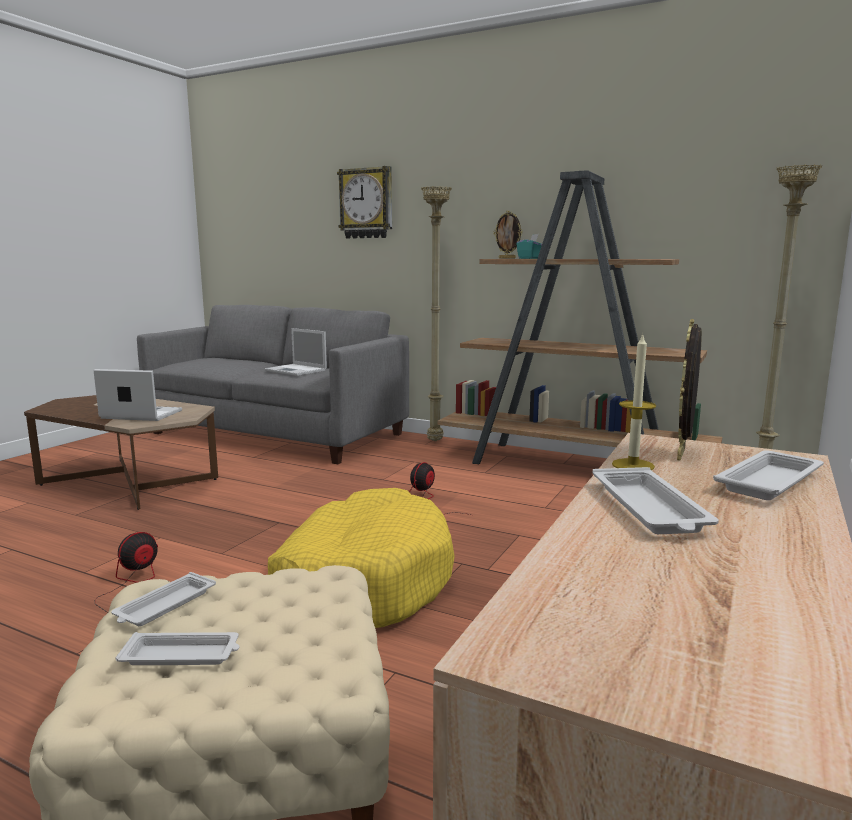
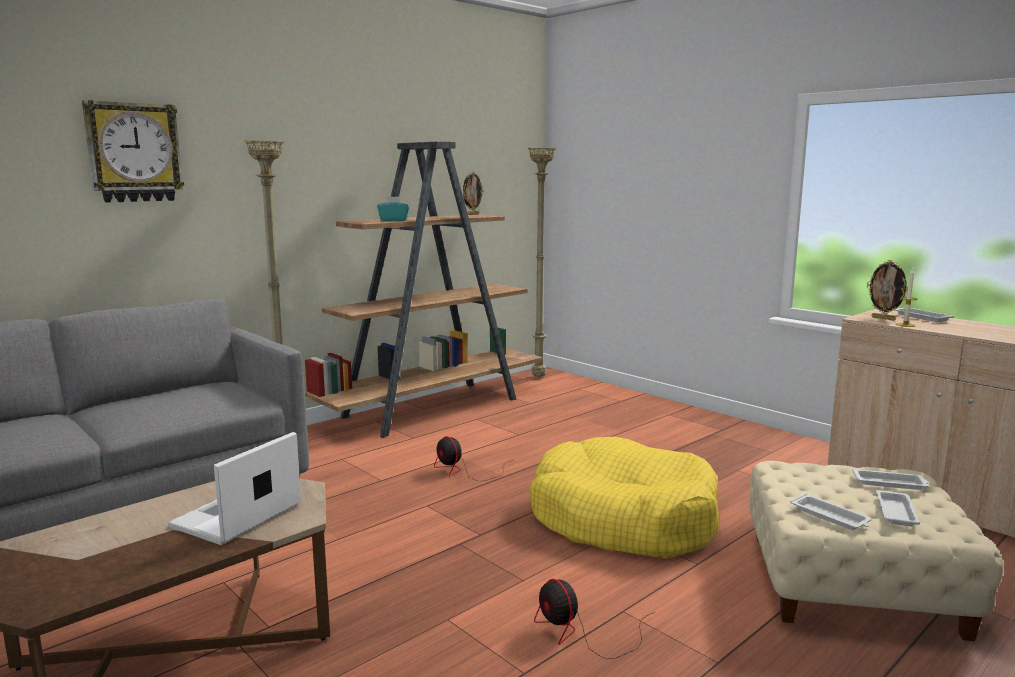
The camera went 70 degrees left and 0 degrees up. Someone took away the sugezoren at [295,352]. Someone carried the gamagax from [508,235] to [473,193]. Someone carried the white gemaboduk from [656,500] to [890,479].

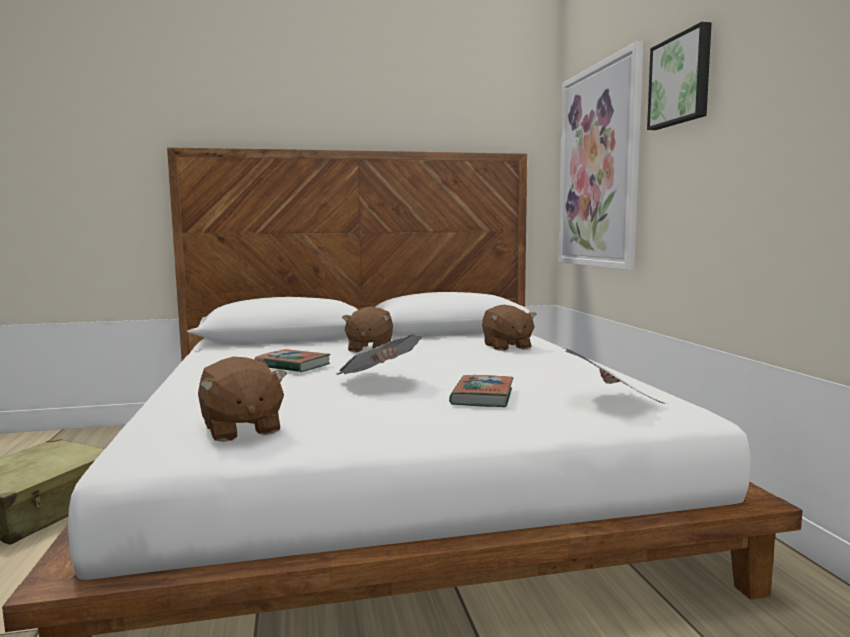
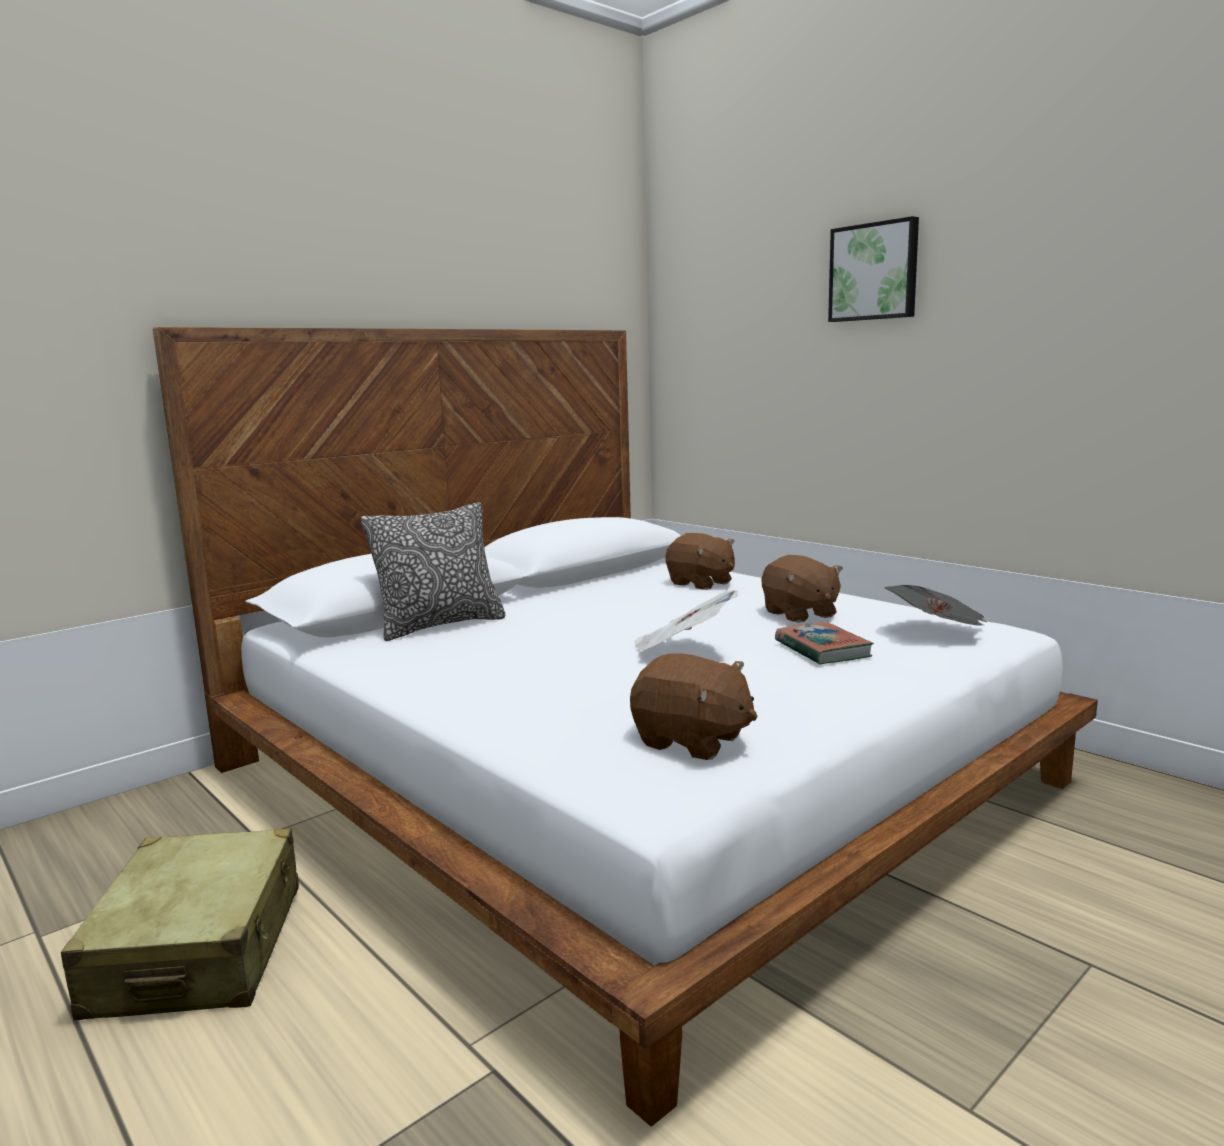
The camera went 30 degrees left and 5 degrees up. Someone took away the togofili at [292,360]. Someone took away the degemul at [600,155]. Someone put down the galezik at [433,571]. Someone carried the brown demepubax from [367,329] to [802,589].

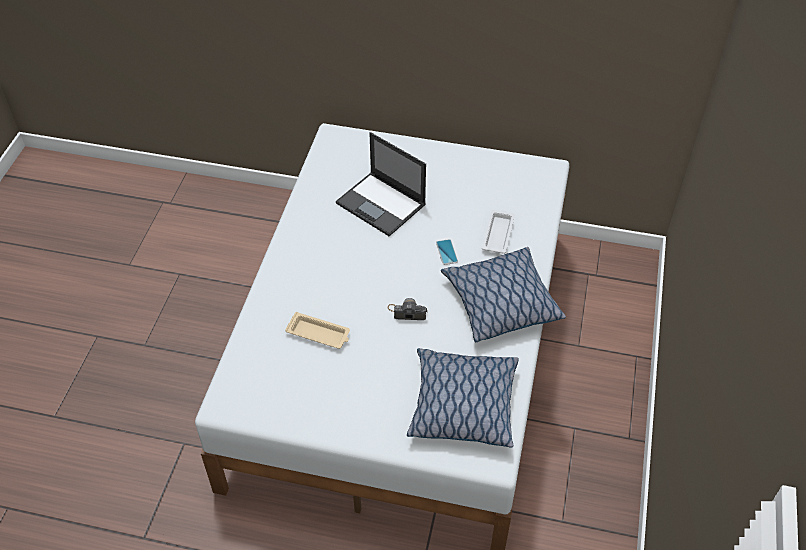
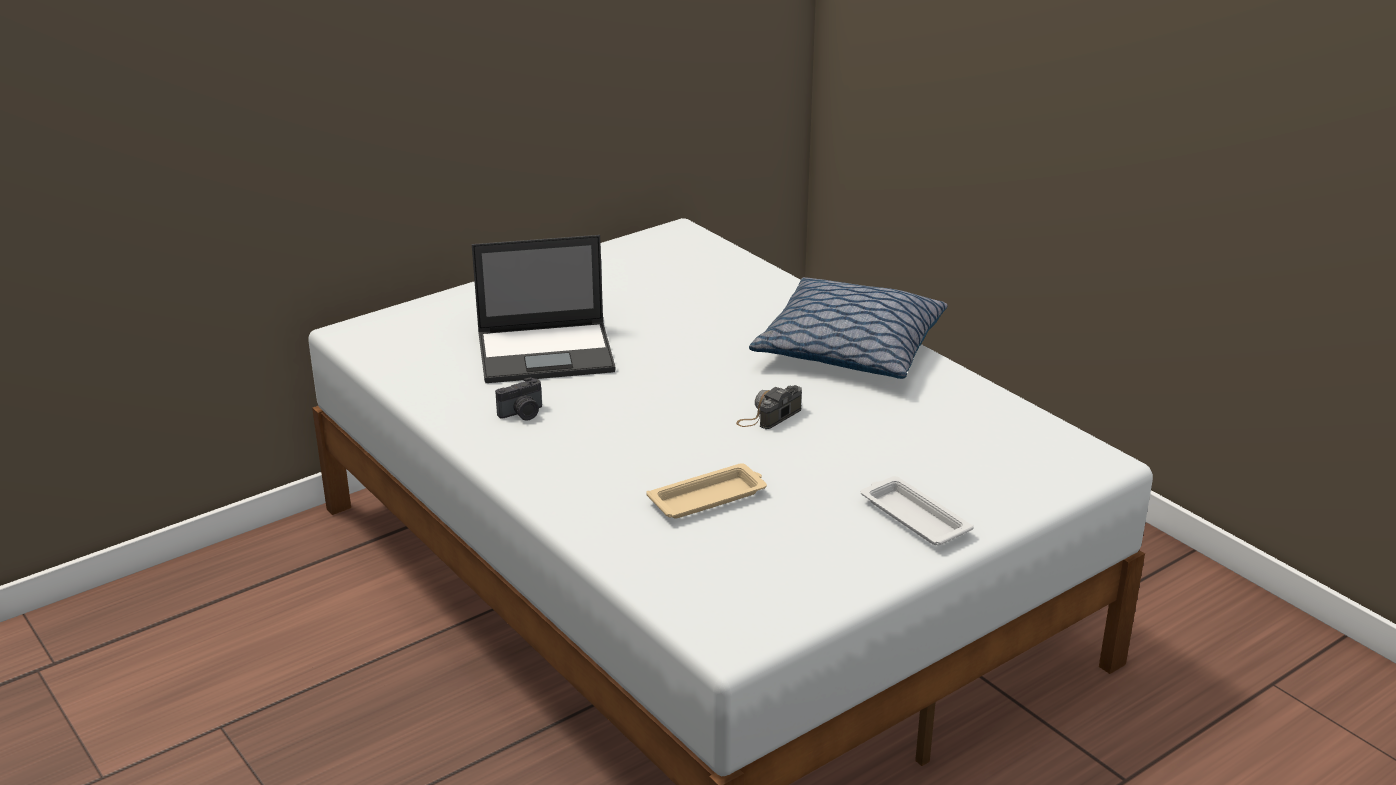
The camera went 50 degrees left and 20 degrees down. Someone took away the galezik at [463,398]. Someone took away the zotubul at [447,252]. Someone put down the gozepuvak at [518,399]. Someone carried the white gemaboduk from [498,232] to [917,510].

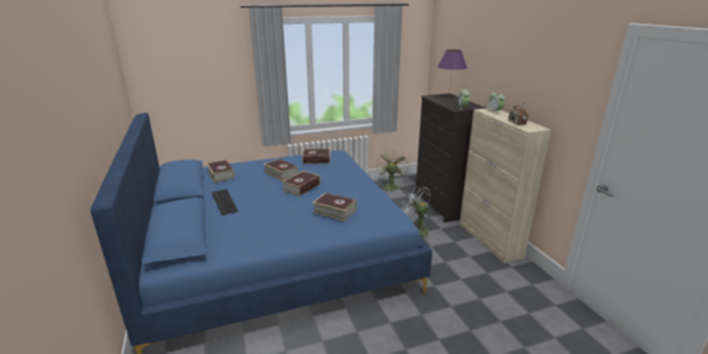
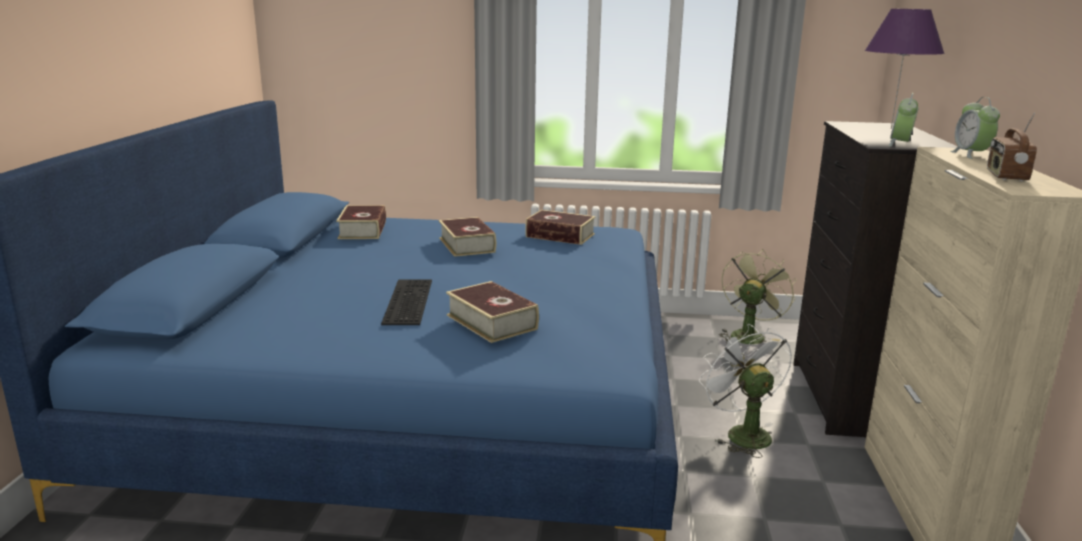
The camera went 25 degrees right and 5 degrees down. Someone took away the togofili at [301,183]. Someone carried the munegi from [225,202] to [406,302].

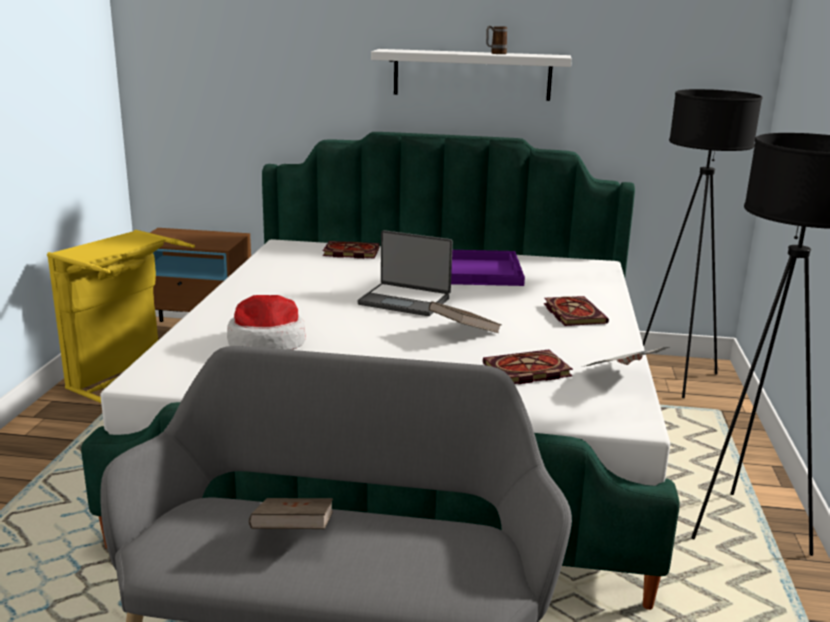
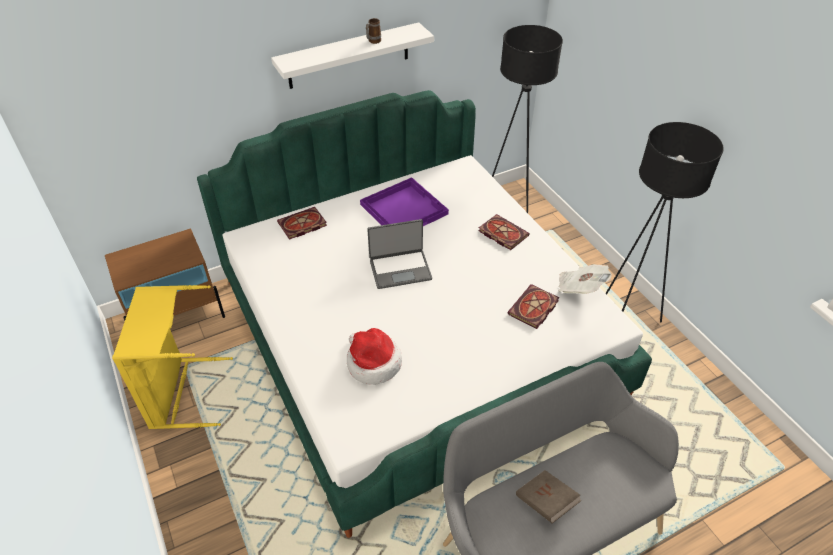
The camera went 35 degrees left and 25 degrees up. Someone took away the brown togofili at [465,317].

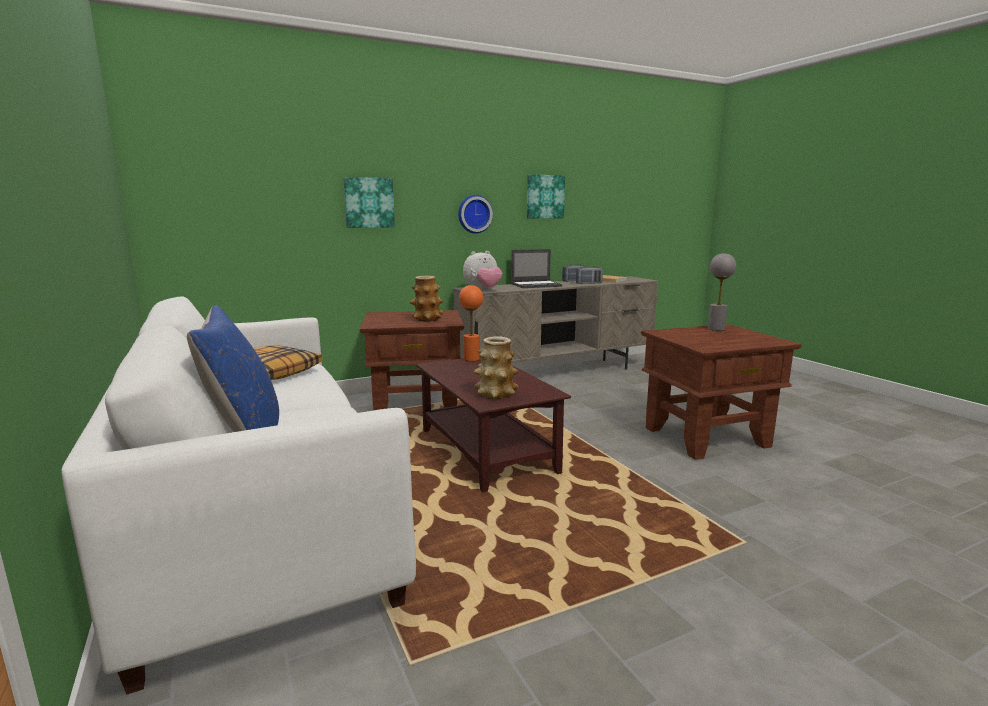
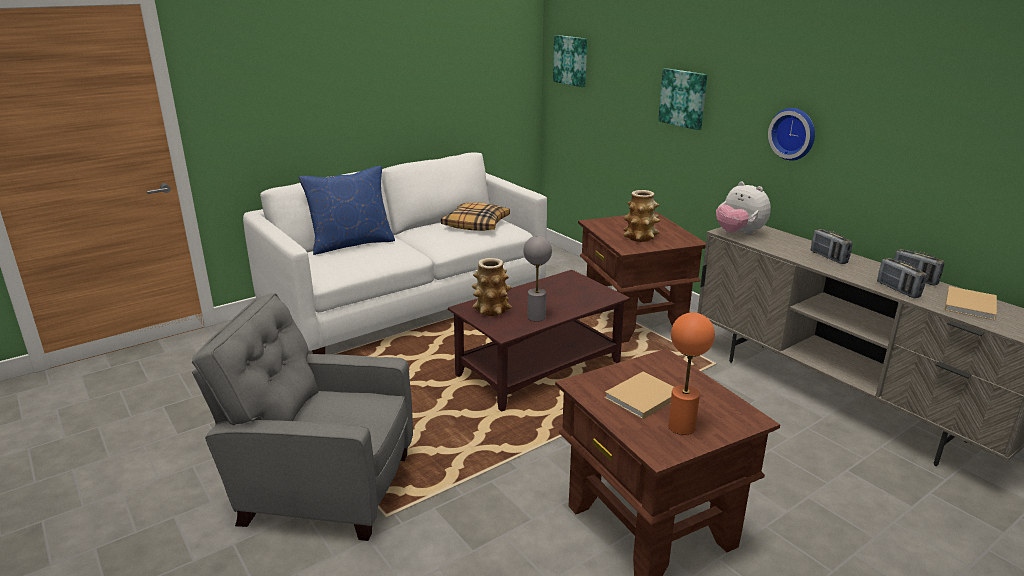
The camera went 80 degrees right and 10 degrees up. Someone put down the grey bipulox at [302,417]. Someone put down the beige togofili at [639,395]. Someone carried the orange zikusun from [471,323] to [691,373]. Someone carried the degemul from [546,196] to [570,61]. Someone carried the grey zikusun from [722,292] to [537,279]. Someone swapped the sugezoren at [537,268] for the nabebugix at [831,246].

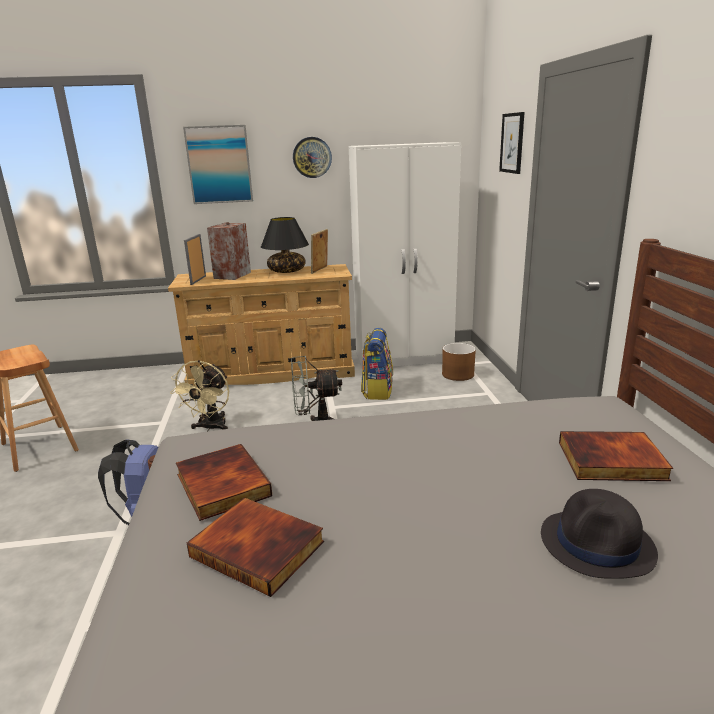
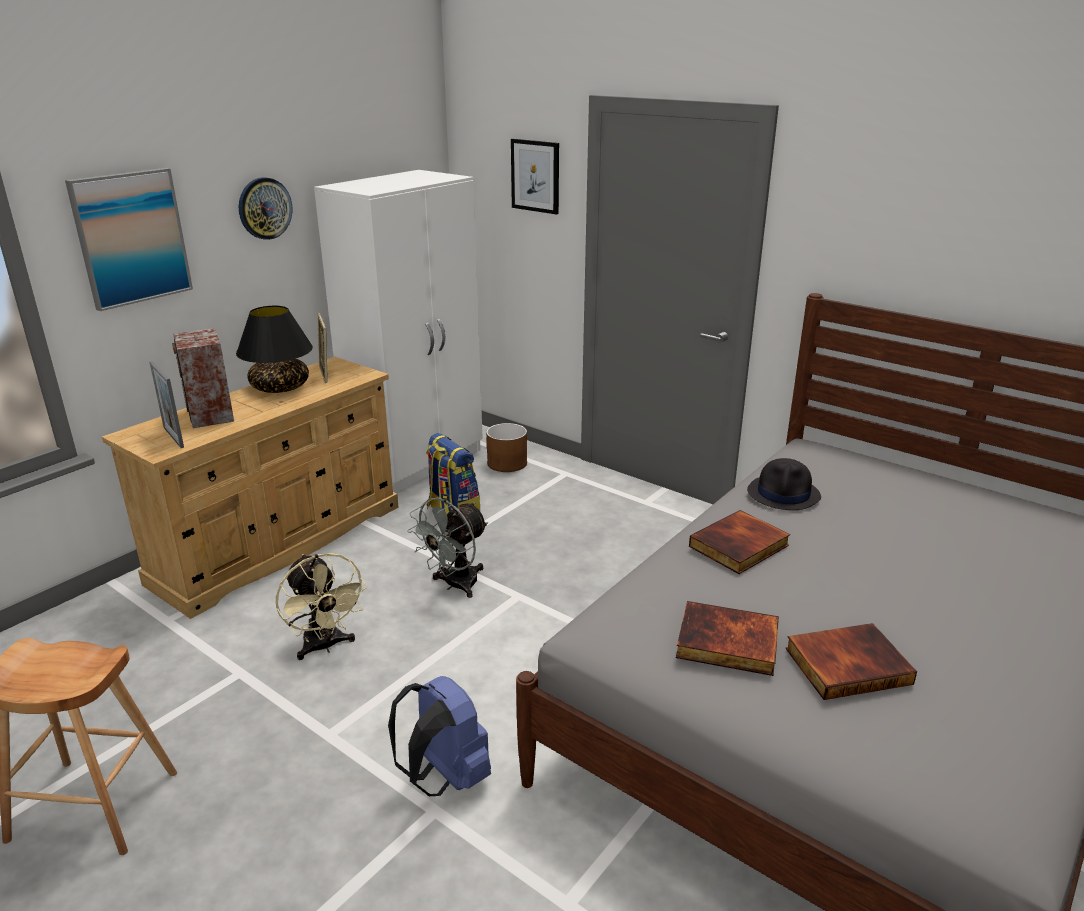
The camera went 45 degrees left and 5 degrees up. Someone carried the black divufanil from [599,534] to [784,484]. Someone carried the togofili from [616,456] to [739,542].

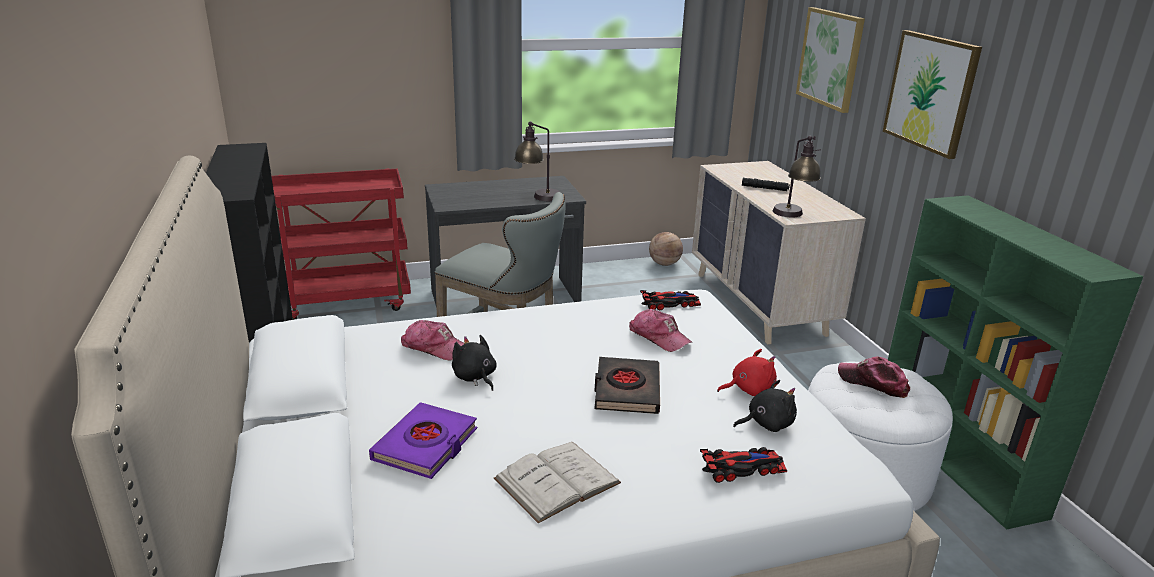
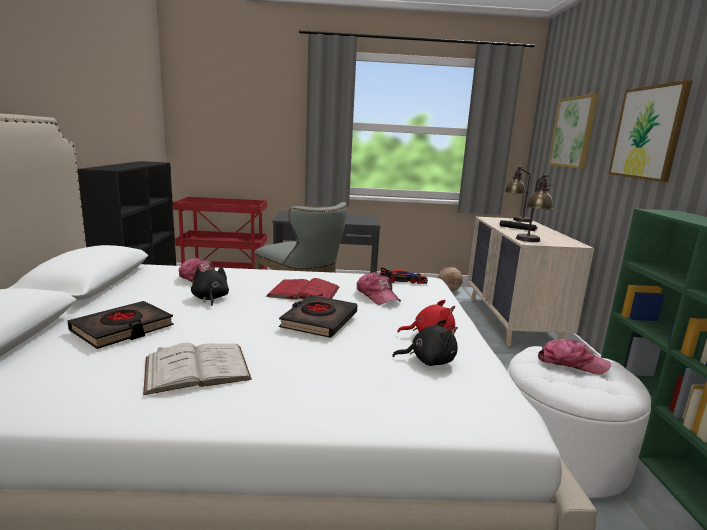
The camera went 15 degrees right and 10 degrees down. Someone took away the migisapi at [744,465]. Someone put down the red togofili at [302,289]. Someone carried the zikusun from [537,161] to [519,194]. Someone repainted the purple togofili at [423,440], which became the black togofili at [120,325]. Someone rotated the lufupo at [874,377] by 150 degrees clockwise.

